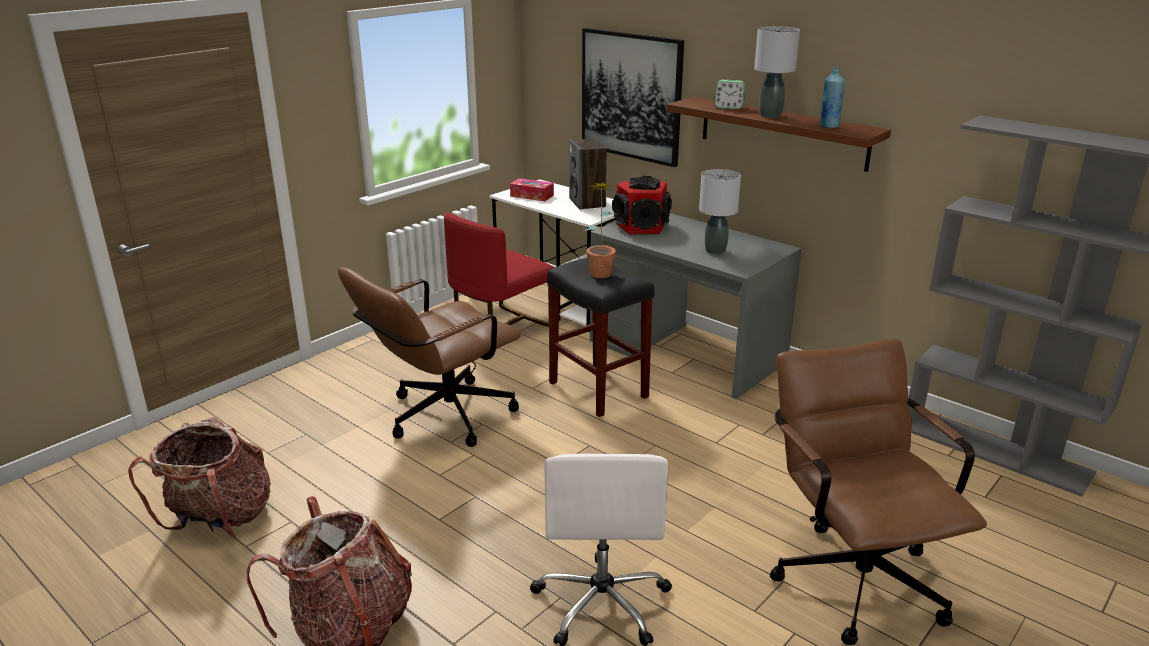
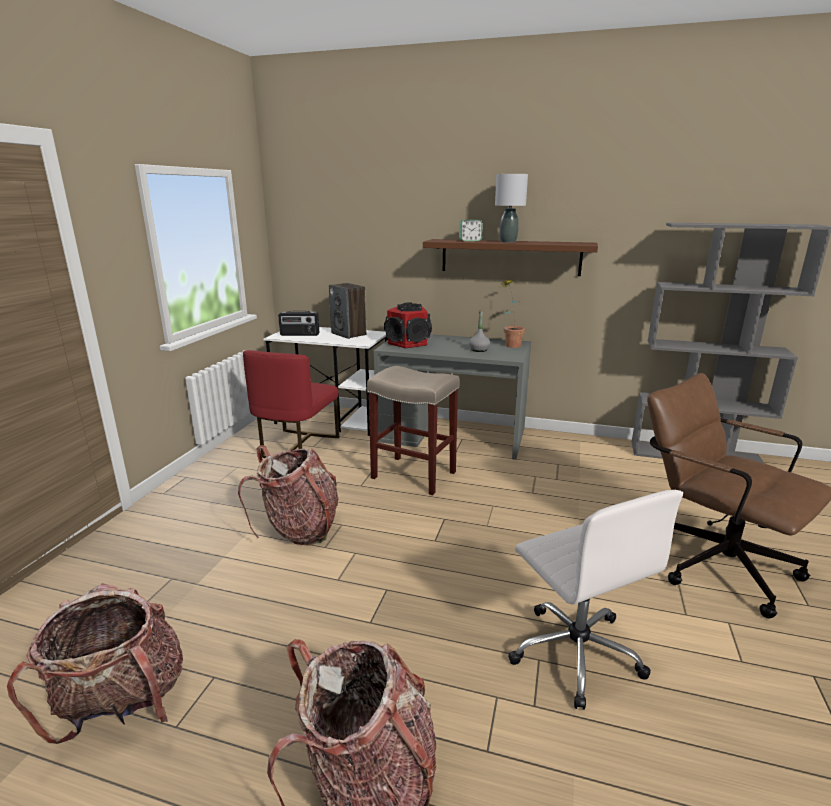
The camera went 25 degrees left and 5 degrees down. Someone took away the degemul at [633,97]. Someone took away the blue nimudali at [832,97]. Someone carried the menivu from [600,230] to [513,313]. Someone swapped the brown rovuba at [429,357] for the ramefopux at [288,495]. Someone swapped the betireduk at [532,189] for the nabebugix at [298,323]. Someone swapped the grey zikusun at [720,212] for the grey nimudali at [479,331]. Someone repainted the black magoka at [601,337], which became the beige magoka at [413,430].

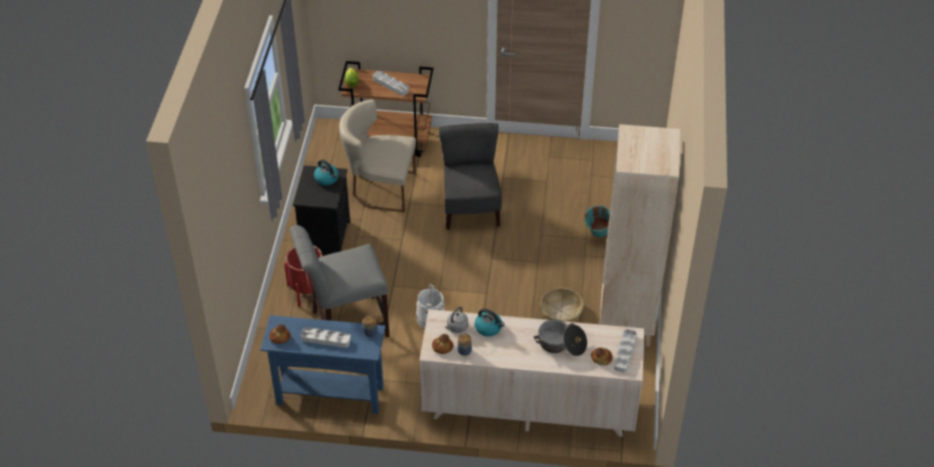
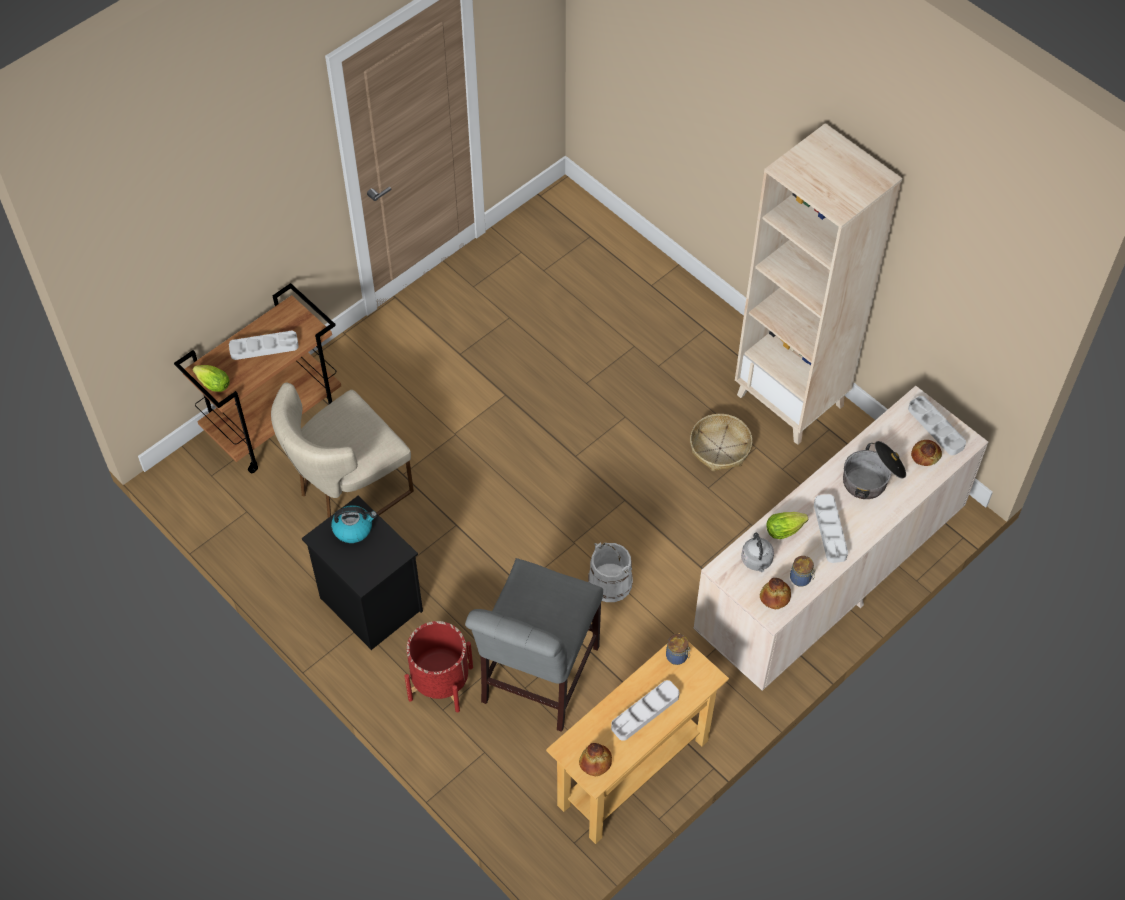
The camera went 50 degrees left and 10 degrees up. Someone took away the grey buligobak at [470,176]. Someone took away the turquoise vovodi at [597,221]. Someone put down the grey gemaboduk at [831,528]. Someone swapped the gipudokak at [490,322] for the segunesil at [787,525]. Someone repainted the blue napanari at [323,364], which became the beige napanari at [637,738].

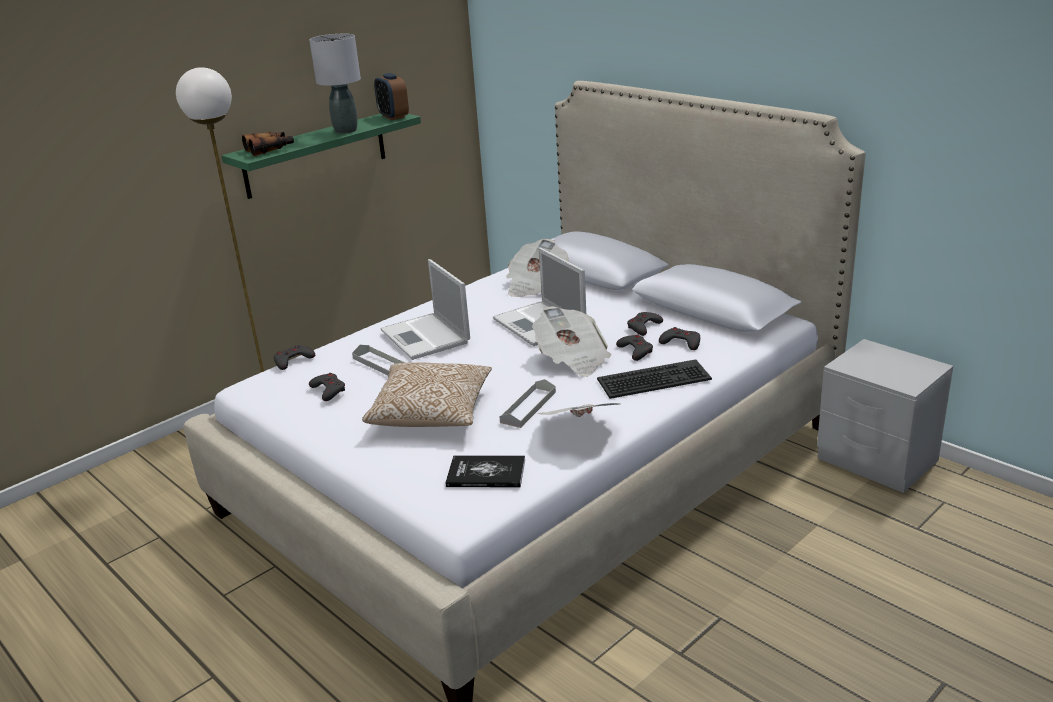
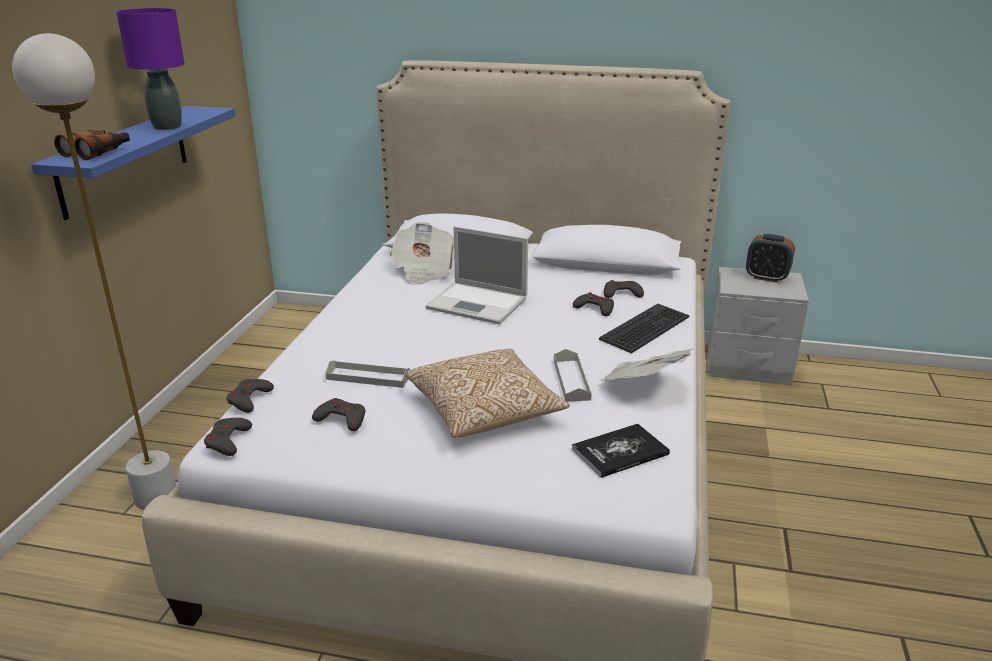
The camera went 35 degrees left and 0 degrees up. Someone took away the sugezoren at [425,309]. Someone took away the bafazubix at [571,341]. Someone carried the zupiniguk from [391,96] to [770,258]. Someone carried the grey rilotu from [645,324] to [228,437]. Someone repainted the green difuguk at [321,156], which became the blue difuguk at [133,163]. Someone repainted the grey zikusun at [335,84], which became the purple zikusun at [150,69].

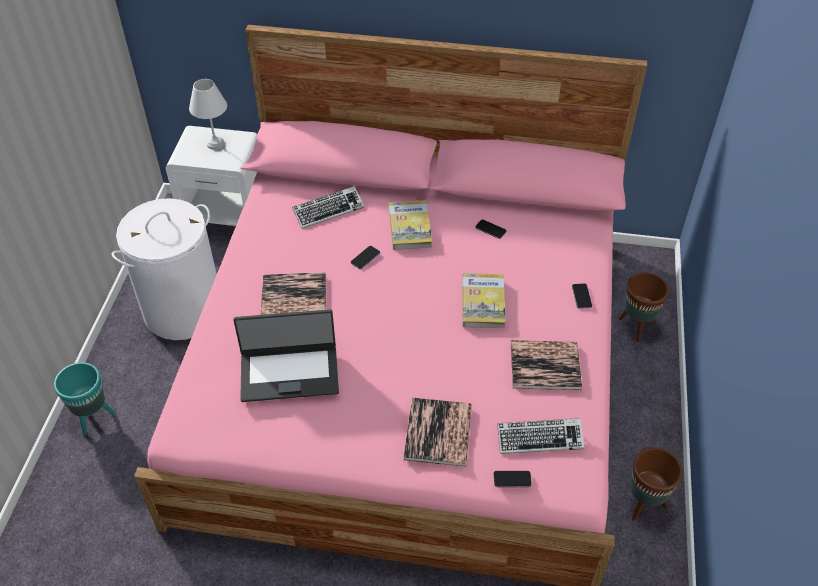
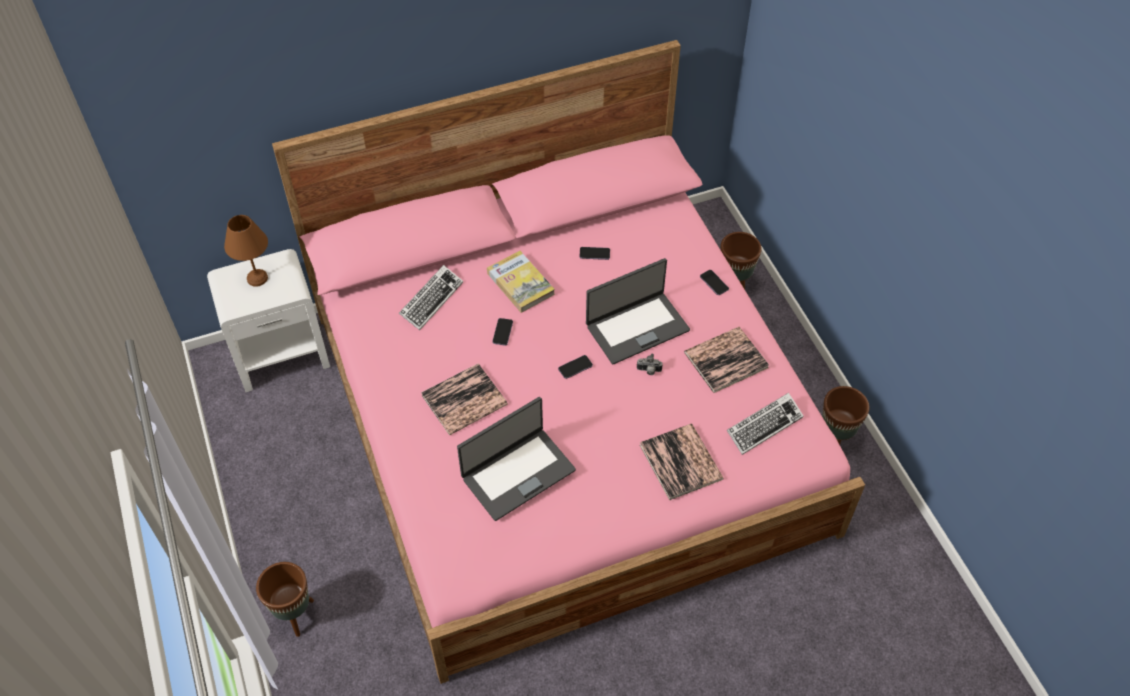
The camera went 30 degrees left and 5 degrees up. Someone took away the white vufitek at [164,269]. Someone put down the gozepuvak at [650,364]. Someone carried the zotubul from [513,479] to [575,367]. Someone swapped the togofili at [484,300] for the sugezoren at [638,311]. Someone repainted the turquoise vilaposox at [85,399], which became the brown vilaposox at [285,599]. Someone repainted the white zikusun at [208,114], which became the brown zikusun at [246,251].

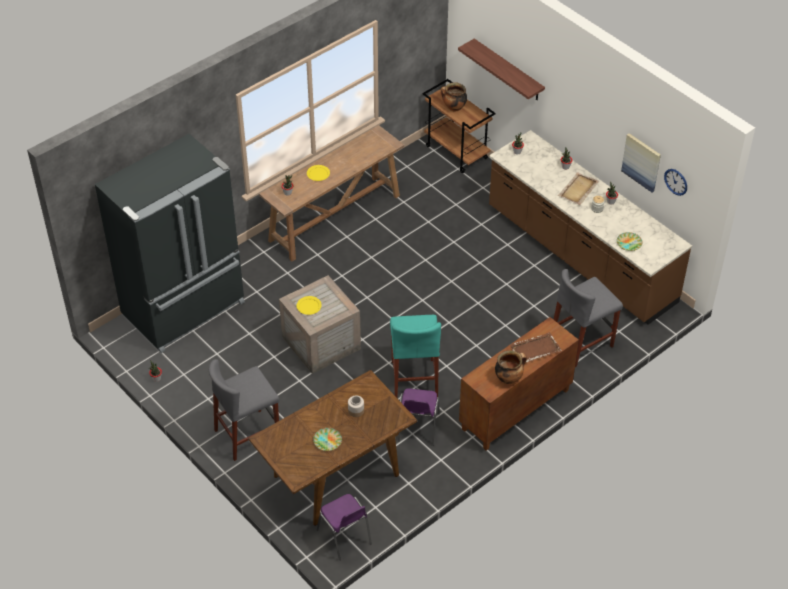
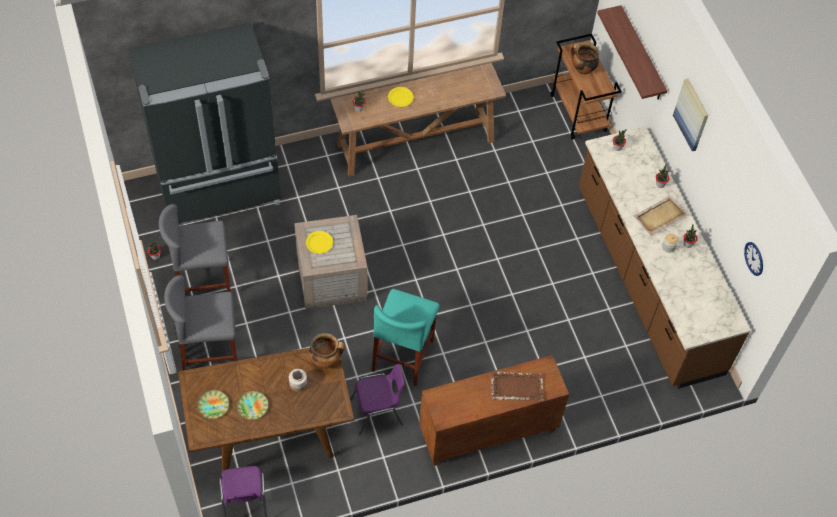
The camera went 20 degrees right and 10 degrees up. Someone carried the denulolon from [511,367] to [326,350]. Someone carried the grey magoka from [588,318] to [195,248]. Someone carried the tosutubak from [630,241] to [213,404]. Someone carried the degemul from [641,162] to [690,115]. Someone rotated the purple buligobak at [419,417] by 135 degrees counterclockwise.

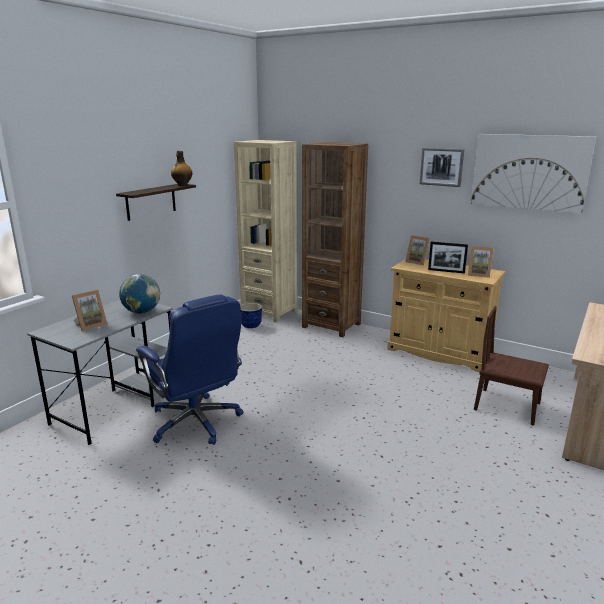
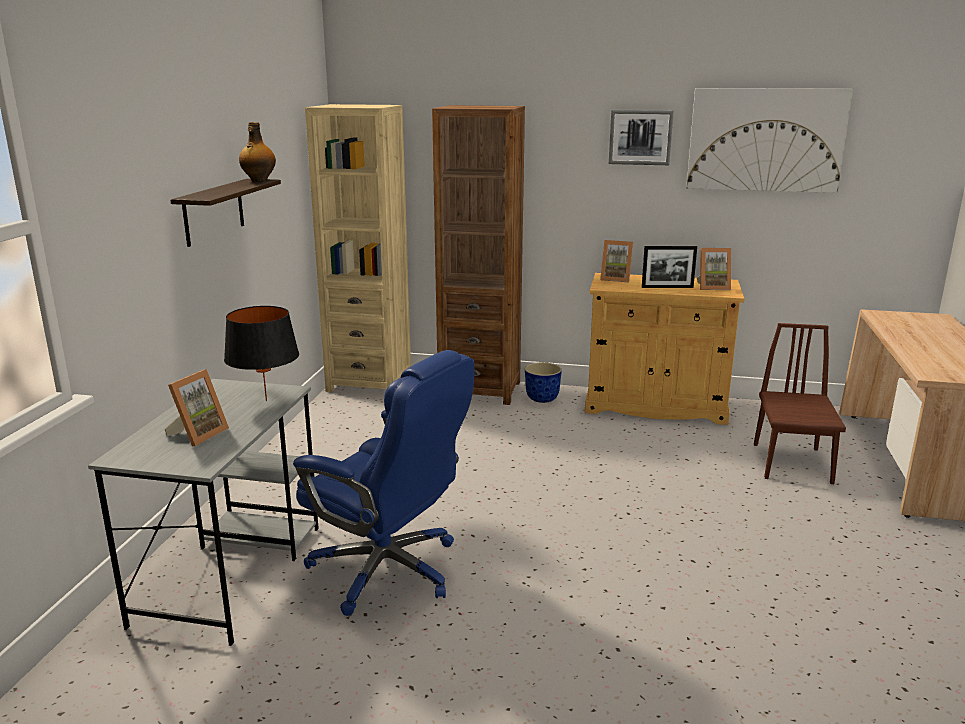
The camera went 20 degrees left and 0 degrees up. Someone carried the vilaposox from [251,315] to [543,382]. Someone swapped the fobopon at [139,293] for the black zikusun at [261,353]. Someone rotated the brown buligobak at [511,366] by 90 degrees clockwise.

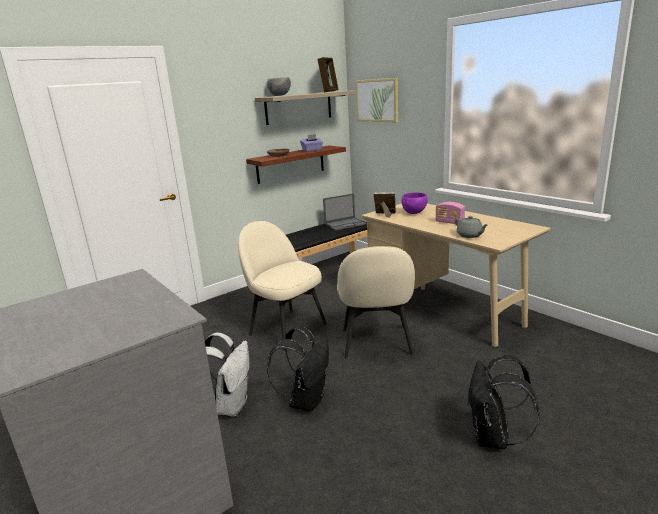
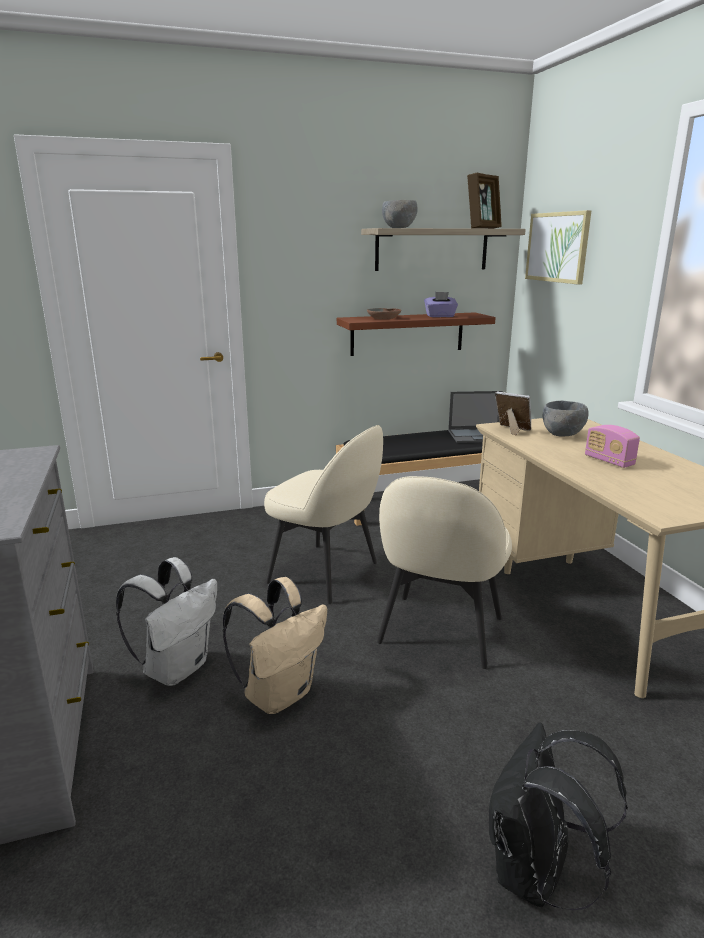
The camera went 20 degrees right and 0 degrees up. Someone took away the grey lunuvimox at [471,227]. Someone repainted the black ramefopux at [298,369], which became the beige ramefopux at [275,645]. Someone repainted the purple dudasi at [414,203], which became the grey dudasi at [565,419]. Someone rotated the beige buligobak at [282,280] by 150 degrees clockwise.

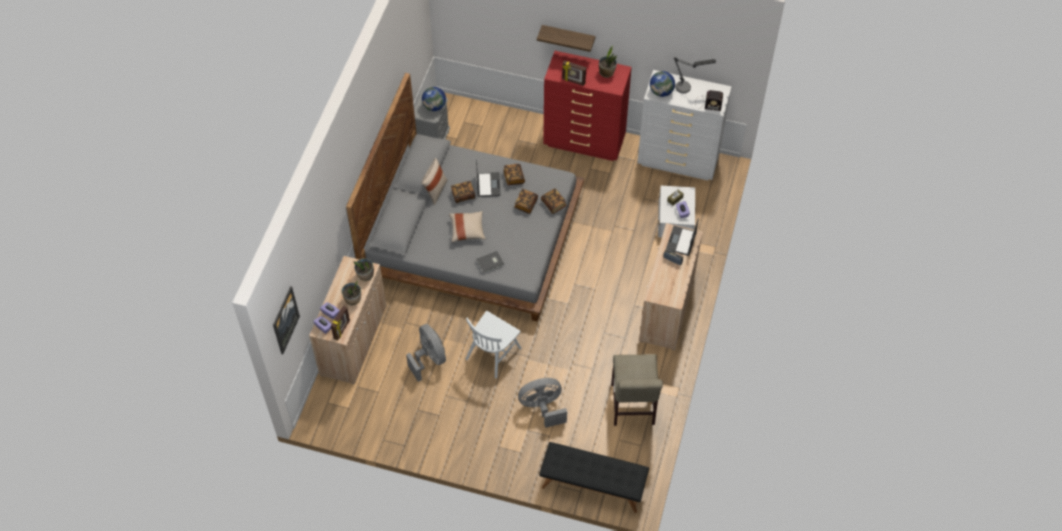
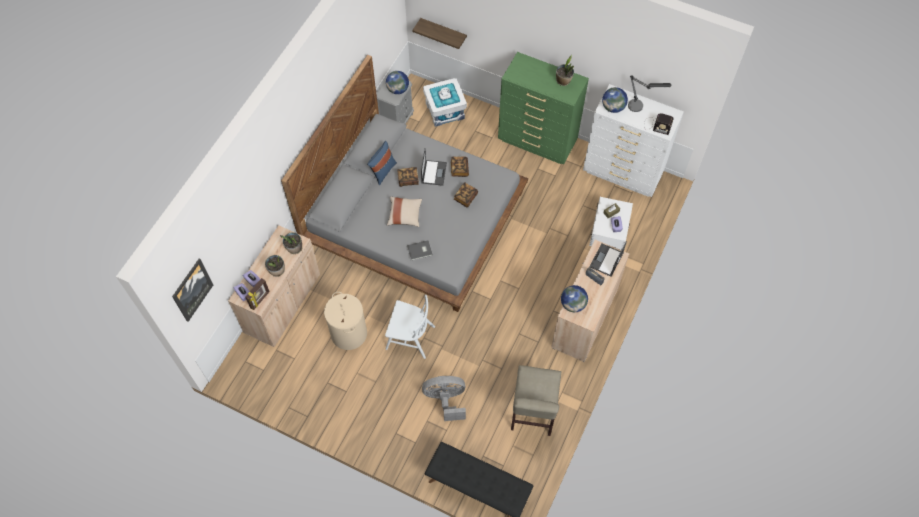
The camera went 10 degrees right and 5 degrees up. Someone took away the togofili at [554,201]. Someone took away the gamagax at [574,73]. Someone put down the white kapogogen at [445,102]. Someone put down the fobopon at [574,298]. Someone carried the difuguk from [566,38] to [439,33]. Someone swapped the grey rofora at [426,353] for the beige vufitek at [345,321]. Someone repainted the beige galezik at [434,181], which became the blue galezik at [382,163]. Someone repainted the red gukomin at [587,106], which became the green gukomin at [543,108]. Someone rotated the white buligobak at [493,344] by 120 degrees counterclockwise.

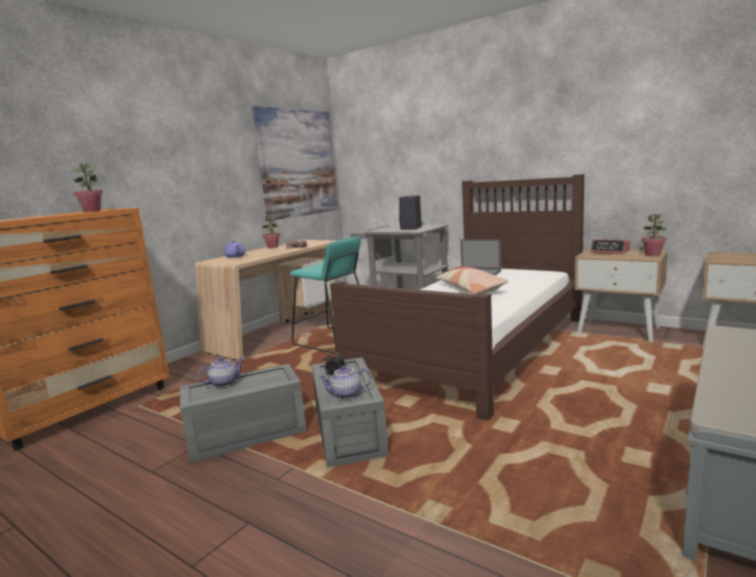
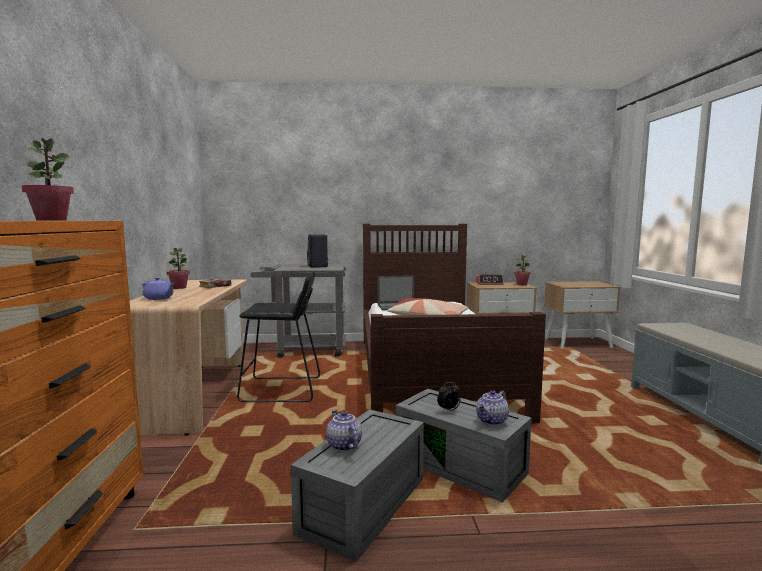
The camera went 40 degrees left and 5 degrees down. Someone took away the degemul at [295,163]. Someone repainted the turquoise magoka at [325,295], which became the black magoka at [278,337]. Someone rotated the lunuvimox at [221,372] by 45 degrees counterclockwise.

